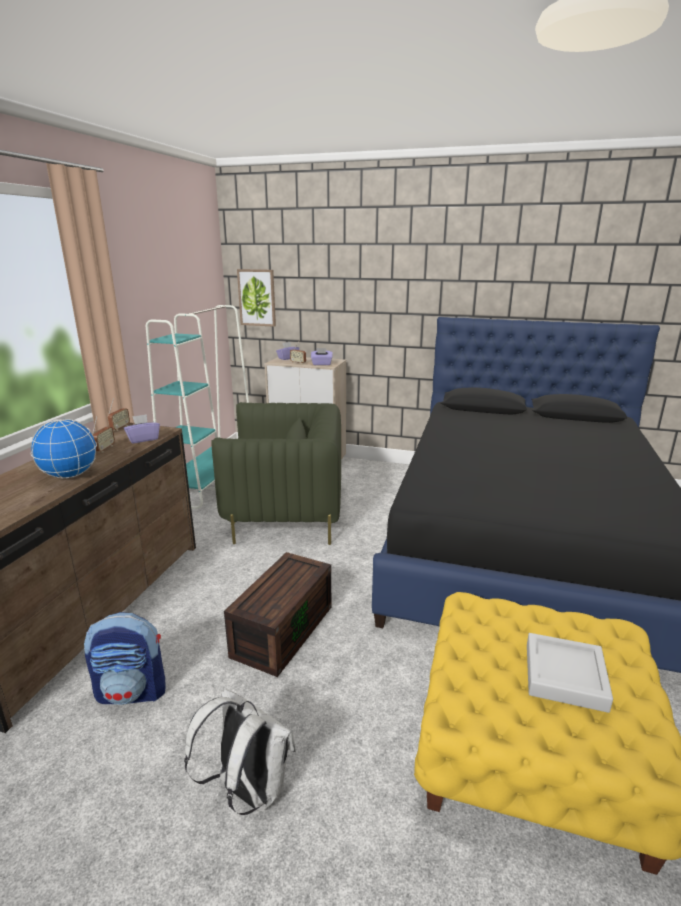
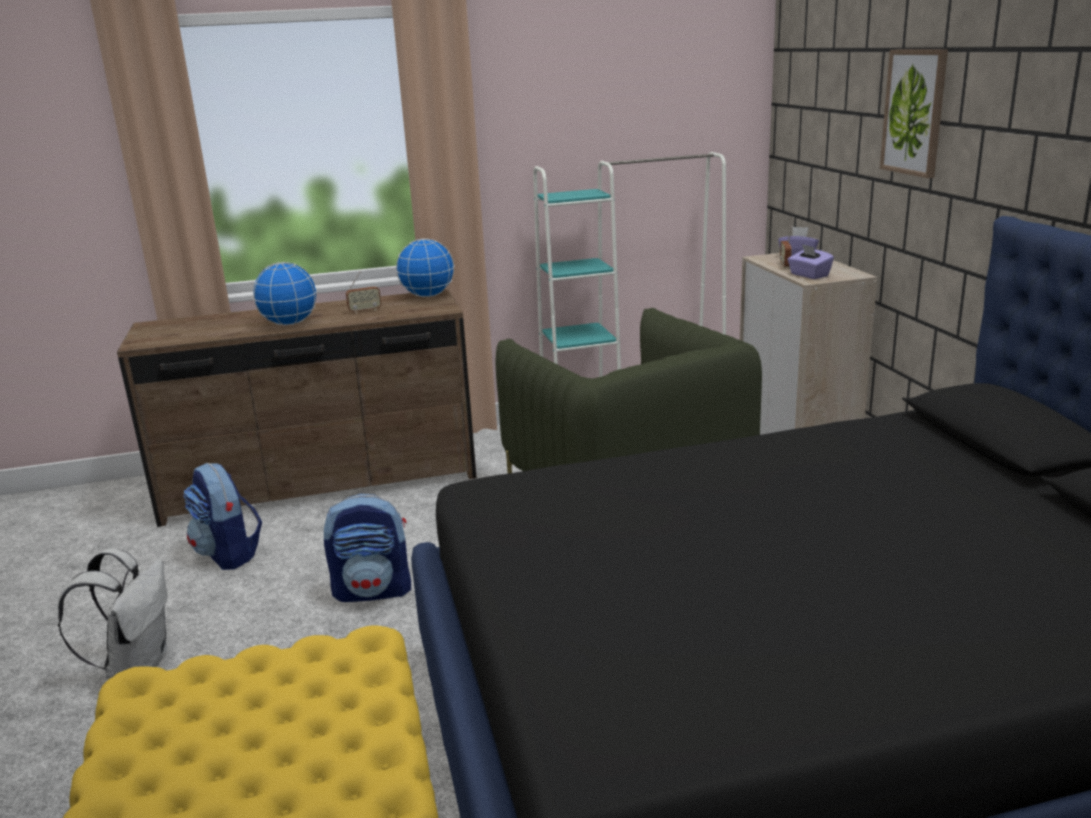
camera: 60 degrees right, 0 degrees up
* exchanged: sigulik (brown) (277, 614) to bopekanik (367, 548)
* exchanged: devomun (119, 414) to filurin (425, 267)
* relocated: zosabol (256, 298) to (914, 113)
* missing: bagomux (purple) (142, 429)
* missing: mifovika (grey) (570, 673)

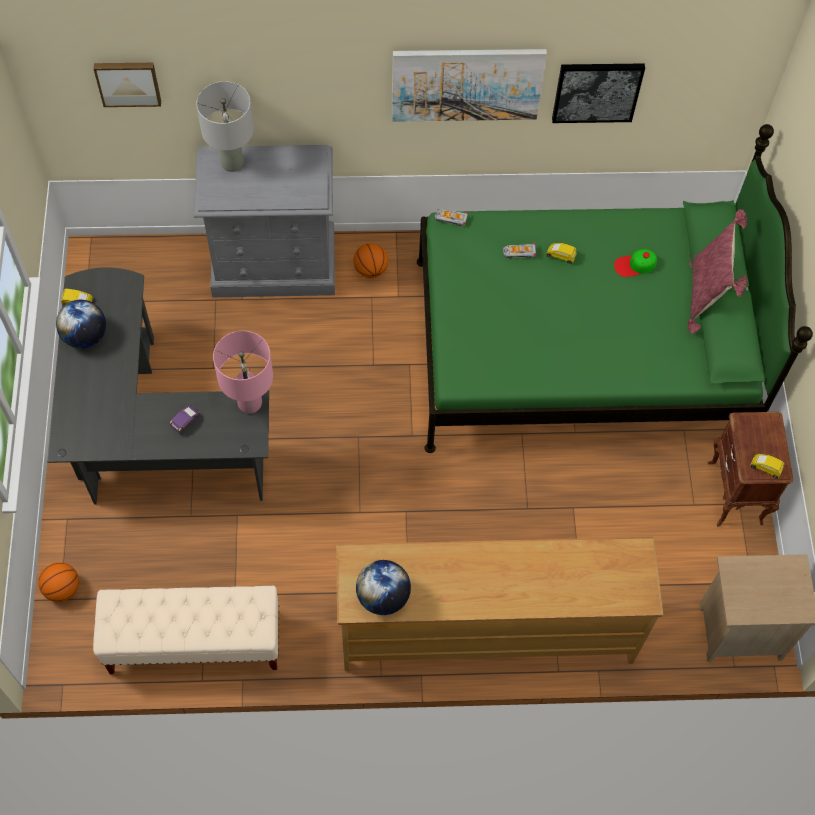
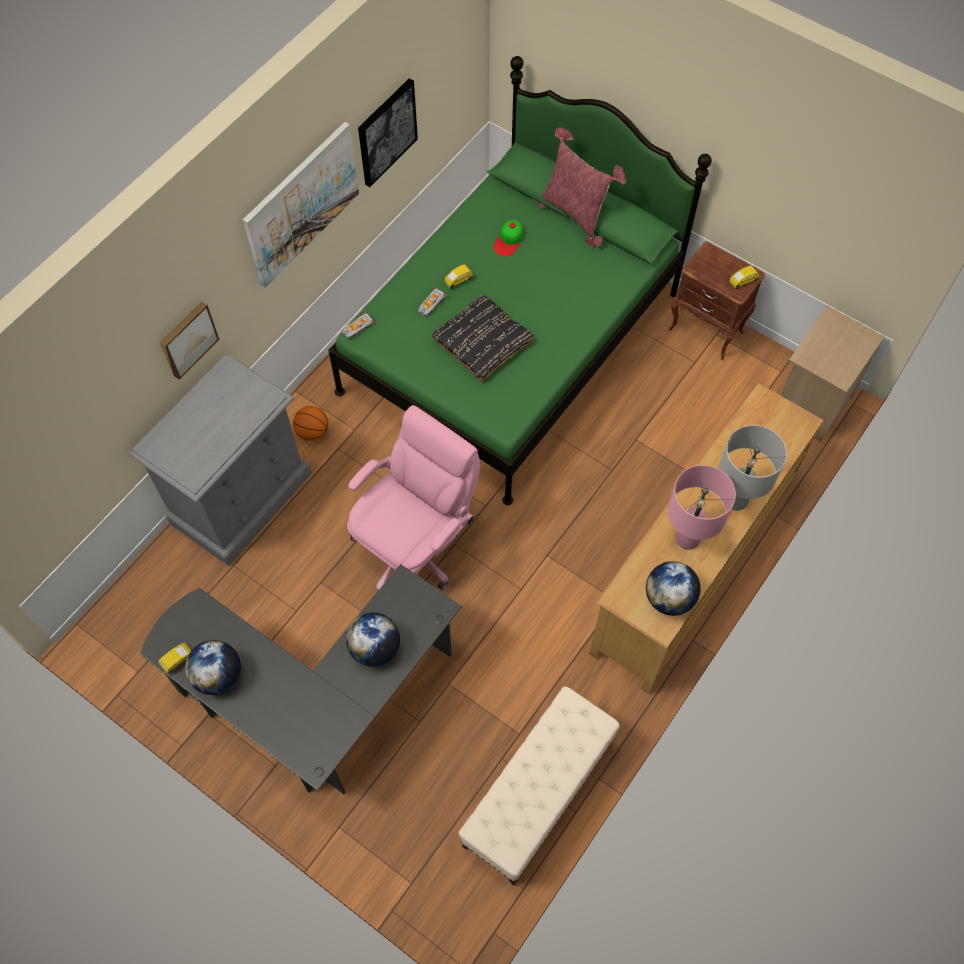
camera: 50 degrees left, 0 degrees up
* relocated: zosabol (127, 85) to (190, 340)
* exchanged: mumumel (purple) (184, 419) to filurin (373, 640)
* appeared: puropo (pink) (413, 498)
* appeared: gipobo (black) (483, 338)
* relocated: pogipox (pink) (243, 372) to (702, 507)
* relocated: pogipox (grey) (225, 126) to (752, 468)
* missing: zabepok (59, 582)

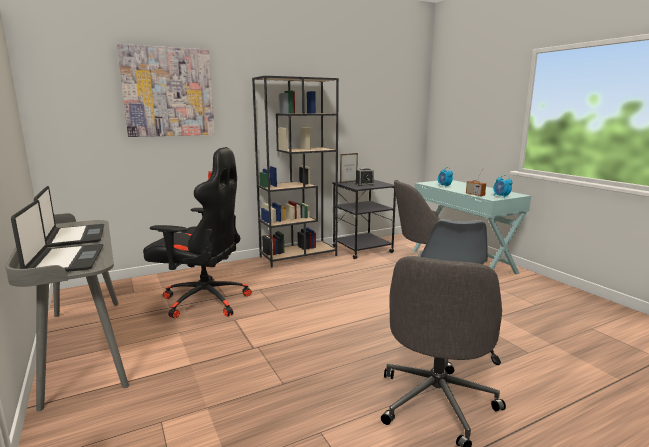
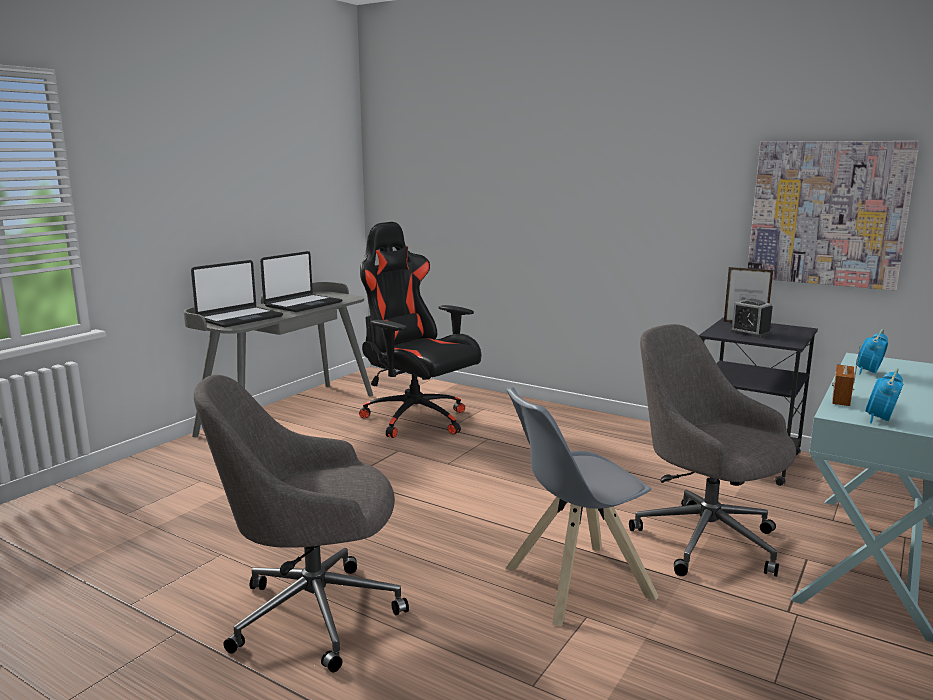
camera: 60 degrees right, 0 degrees up
* spun: puropo (black) (197, 232) = (420, 330) 150 degrees clockwise
* relocated: zosabol (166, 90) to (834, 215)
* missing: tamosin (295, 172)

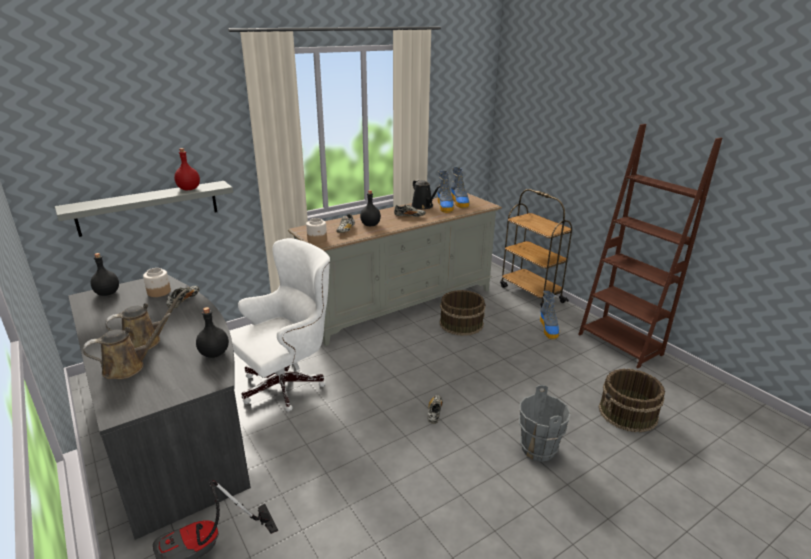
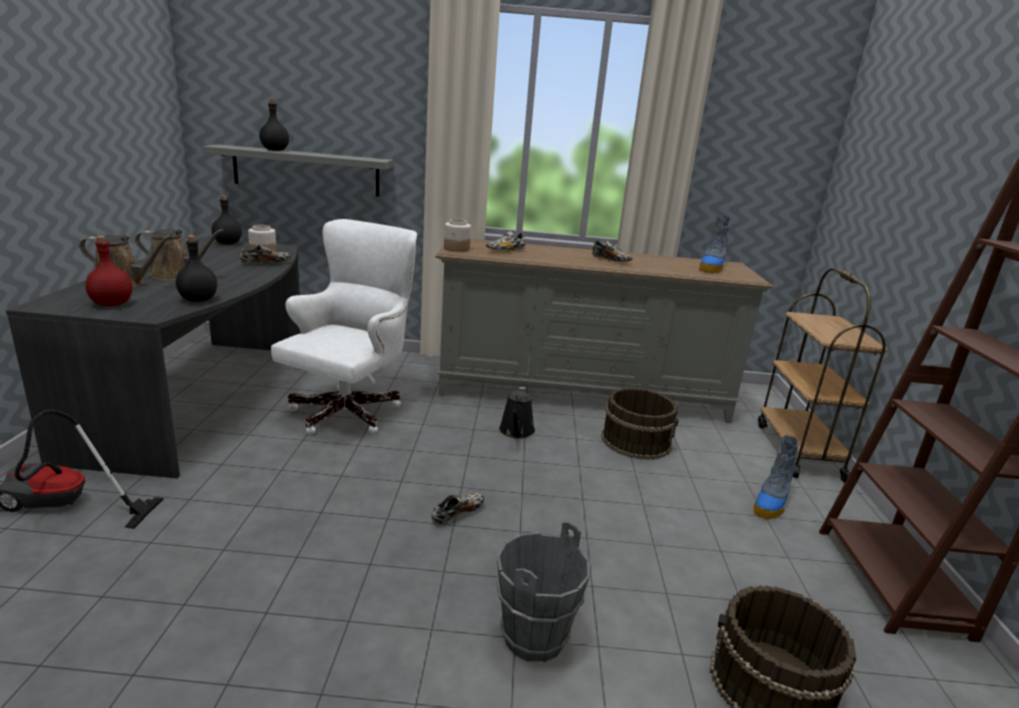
camera: 35 degrees right, 5 degrees down
* relocated: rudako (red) (187, 169) to (108, 271)
* relocated: rudako (black) (370, 208) to (274, 125)
* spun: puropo (white) (280, 325) = (344, 327) 60 degrees counterclockwise
* relocated: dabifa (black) (425, 194) to (517, 413)
* missing: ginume (445, 191)

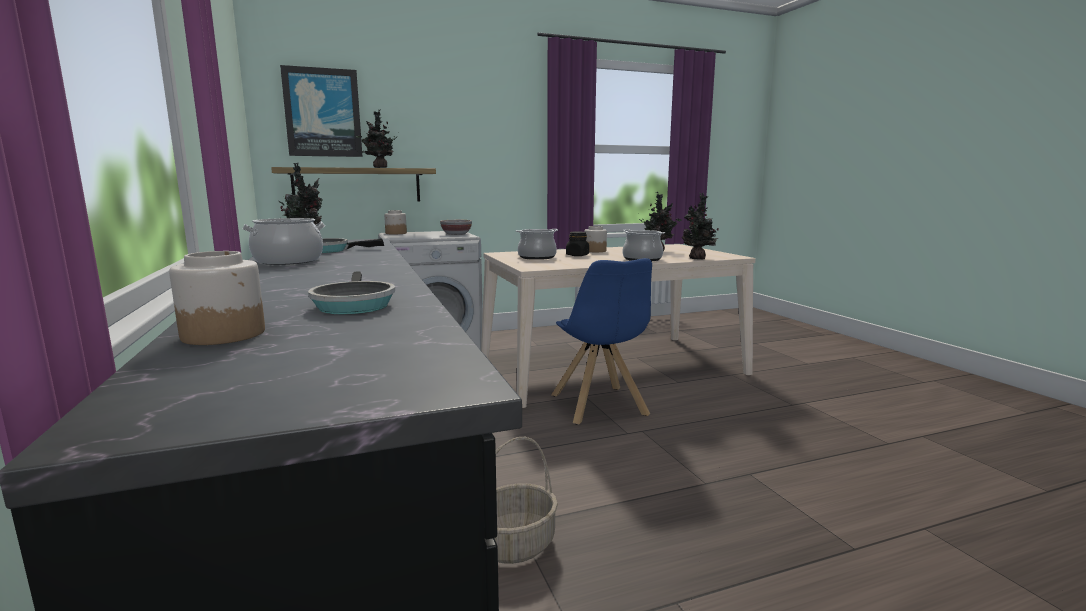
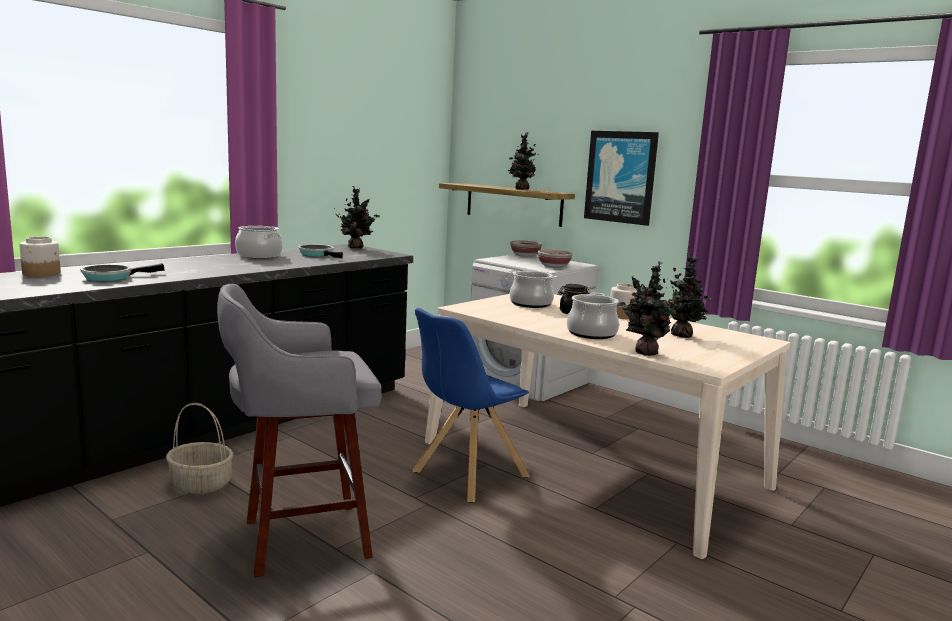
camera: 60 degrees right, 0 degrees up
* appeared: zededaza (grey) (299, 430)
* exchanged: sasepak (395, 222) to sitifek (526, 248)
* relocated: zosabol (321, 111) to (621, 178)

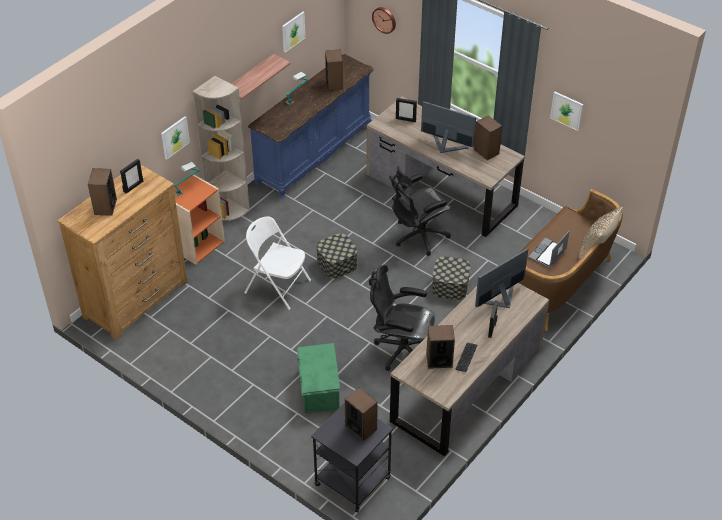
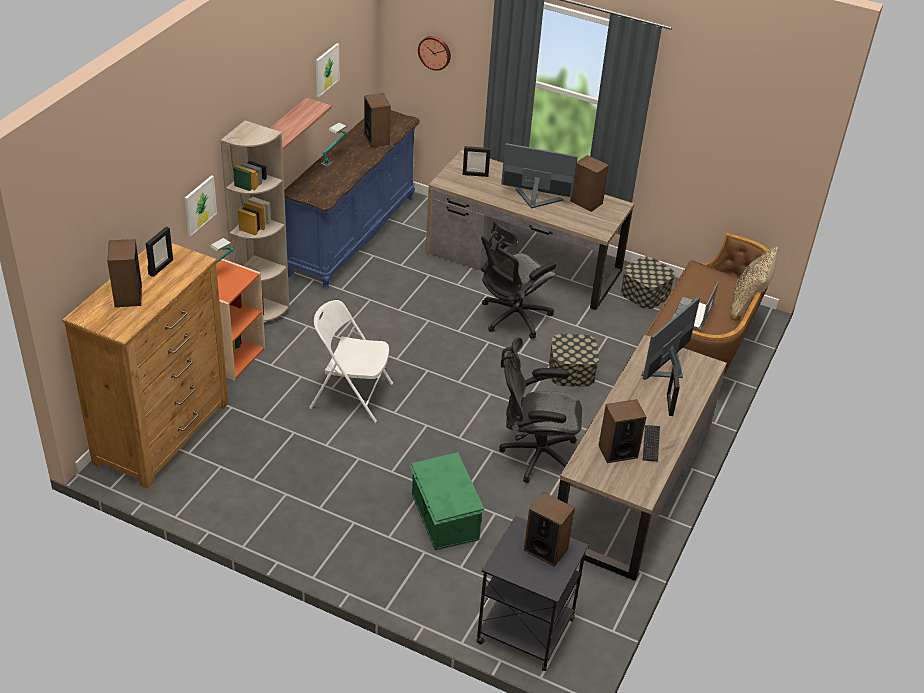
camera: 15 degrees left, 5 degrees down
* relocated: sigulik (337, 256) to (648, 282)
* missing: zosabol (567, 111)

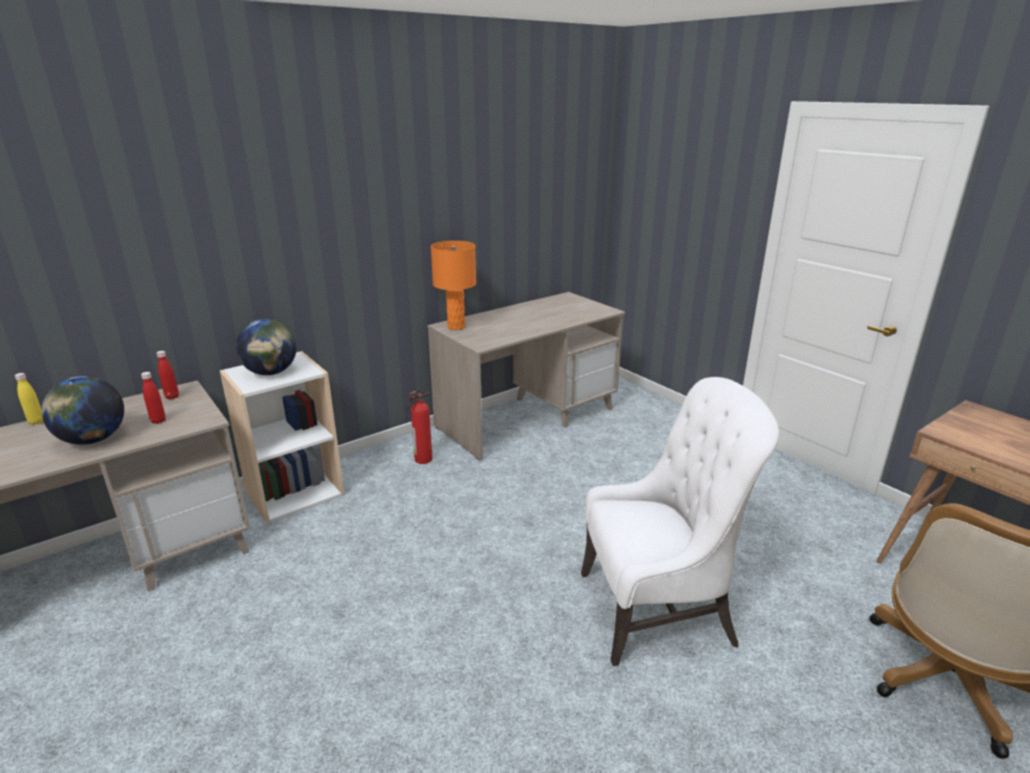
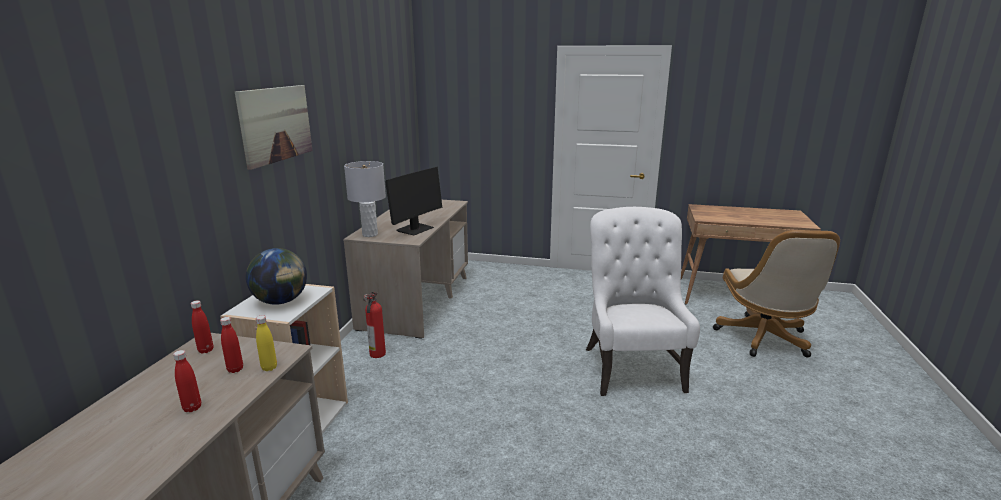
camera: 40 degrees left, 5 degrees down
* exchanged: filurin (82, 410) to rudako (red) (187, 381)
* appeared: zosabol (274, 127)
* relocated: rudako (yellow) (28, 399) to (266, 343)
* colour: pogipox (orange) (453, 285) to pogipox (grey) (365, 199)
* appeared: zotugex (413, 201)
* spun: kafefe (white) (680, 521) = (643, 301) 45 degrees counterclockwise

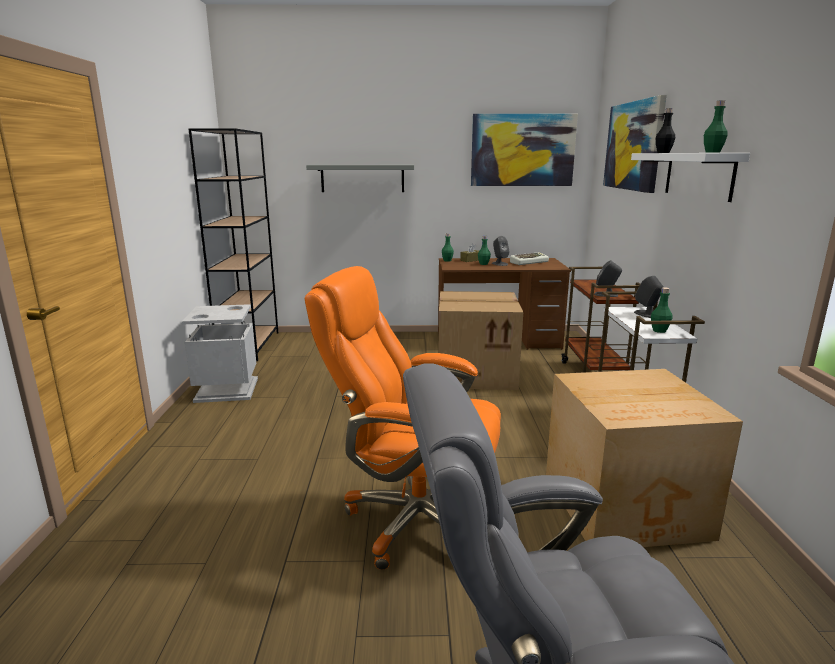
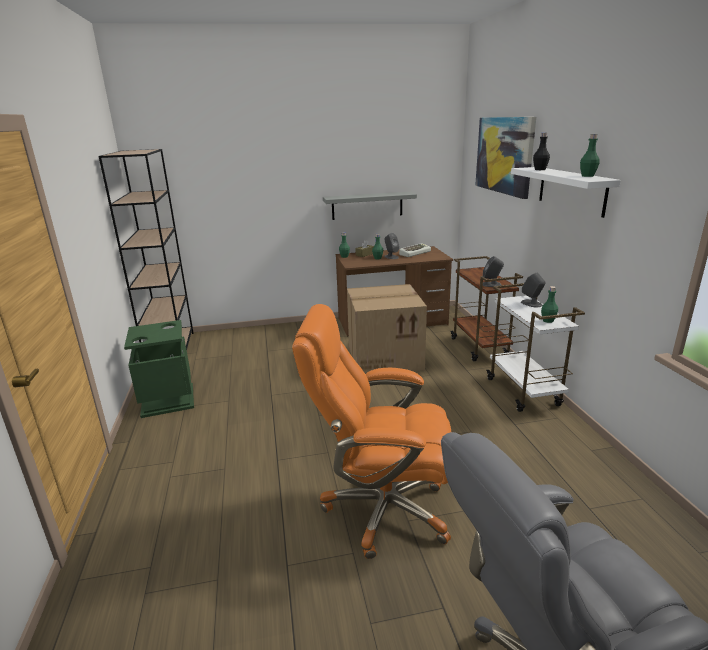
camera: 10 degrees left, 5 degrees up
* colour: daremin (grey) (220, 353) to daremin (green) (159, 369)
* relocated: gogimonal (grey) (360, 178) to (370, 206)
* missing: zosabol (524, 150)
* missing: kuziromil (644, 458)

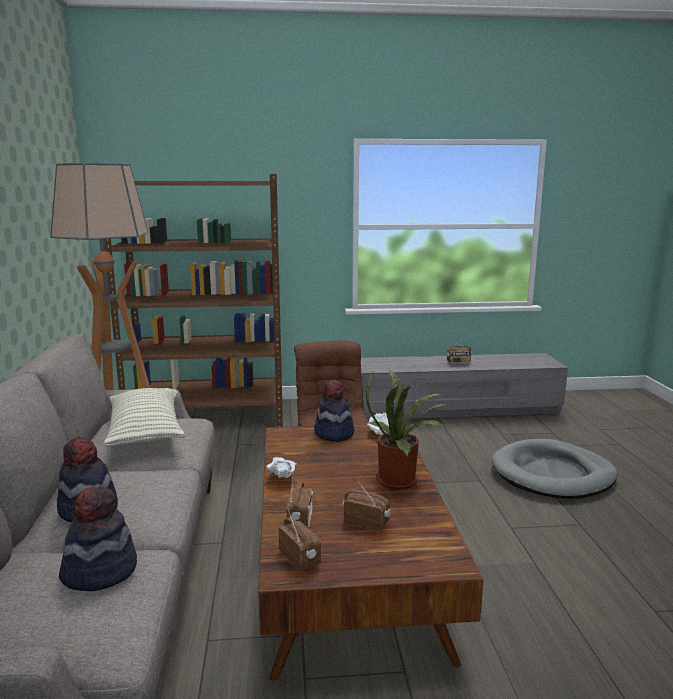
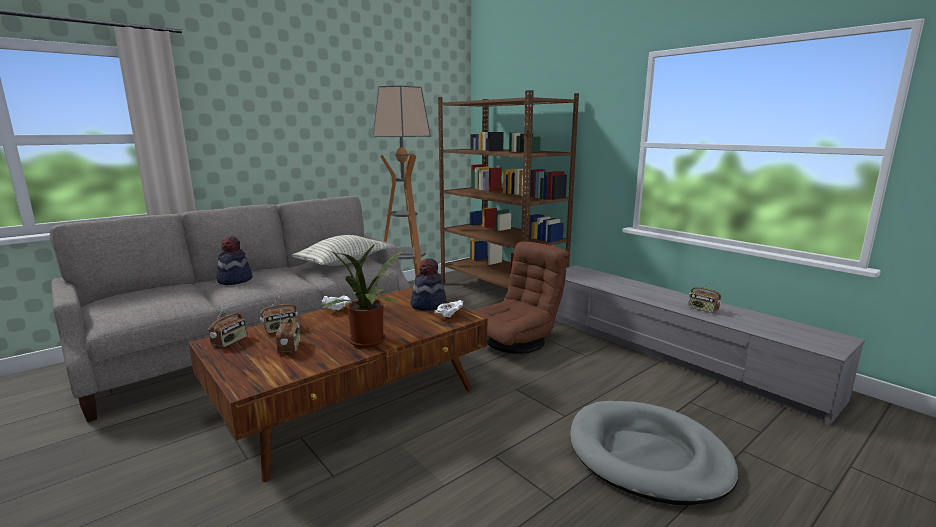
camera: 55 degrees right, 0 degrees up
* missing: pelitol (98, 538)

